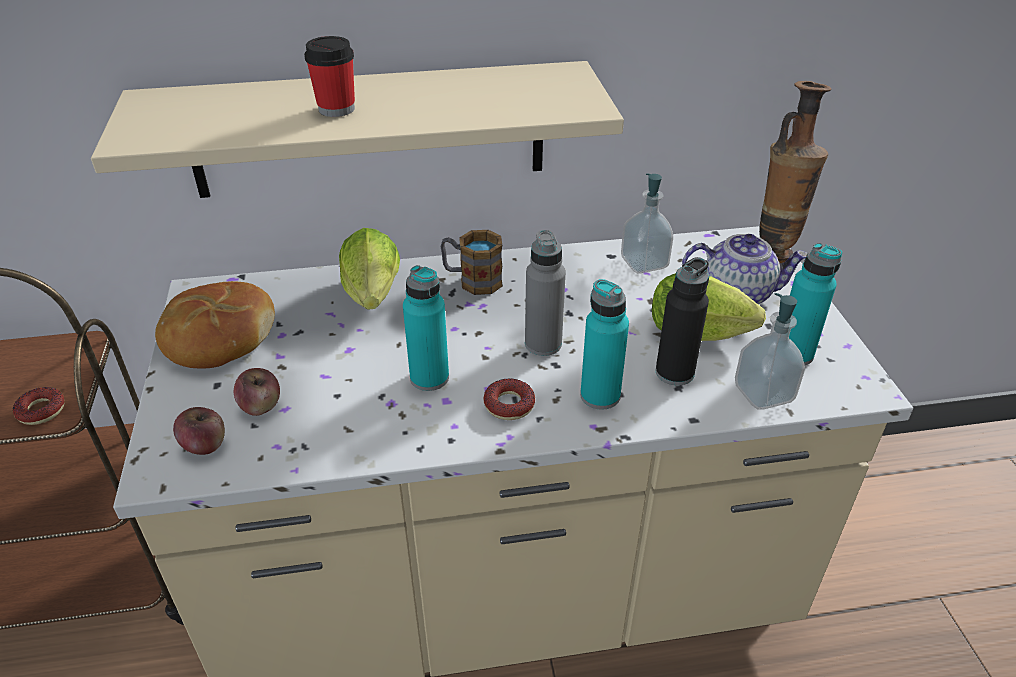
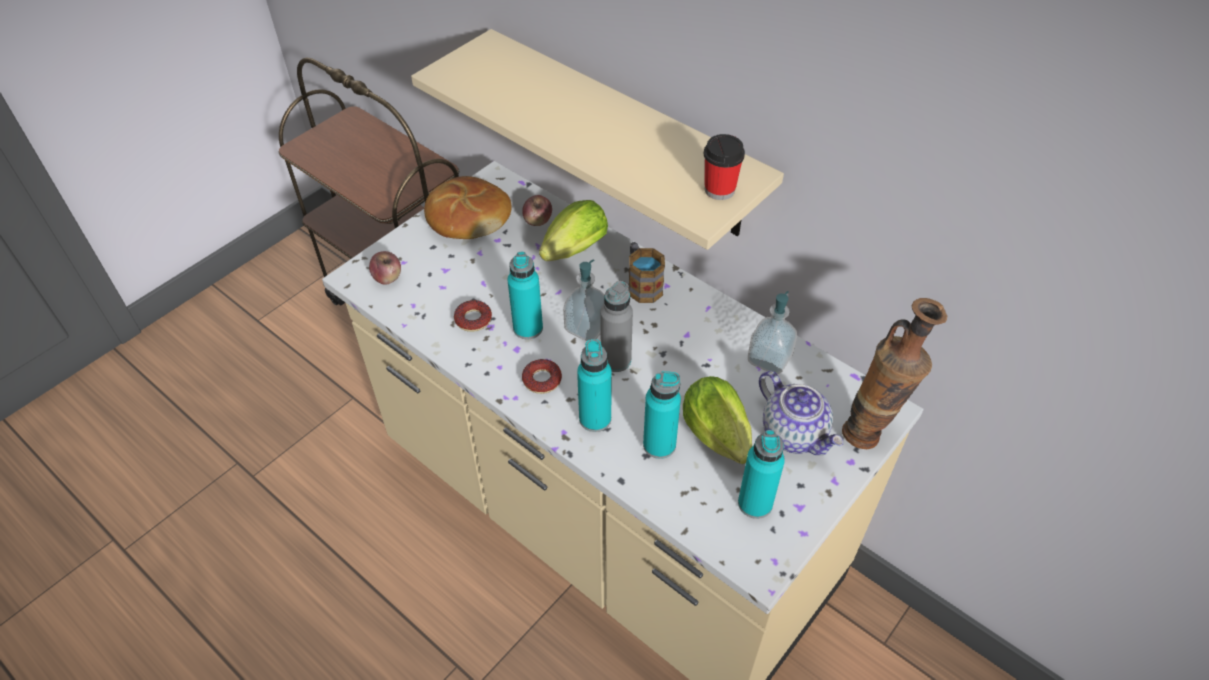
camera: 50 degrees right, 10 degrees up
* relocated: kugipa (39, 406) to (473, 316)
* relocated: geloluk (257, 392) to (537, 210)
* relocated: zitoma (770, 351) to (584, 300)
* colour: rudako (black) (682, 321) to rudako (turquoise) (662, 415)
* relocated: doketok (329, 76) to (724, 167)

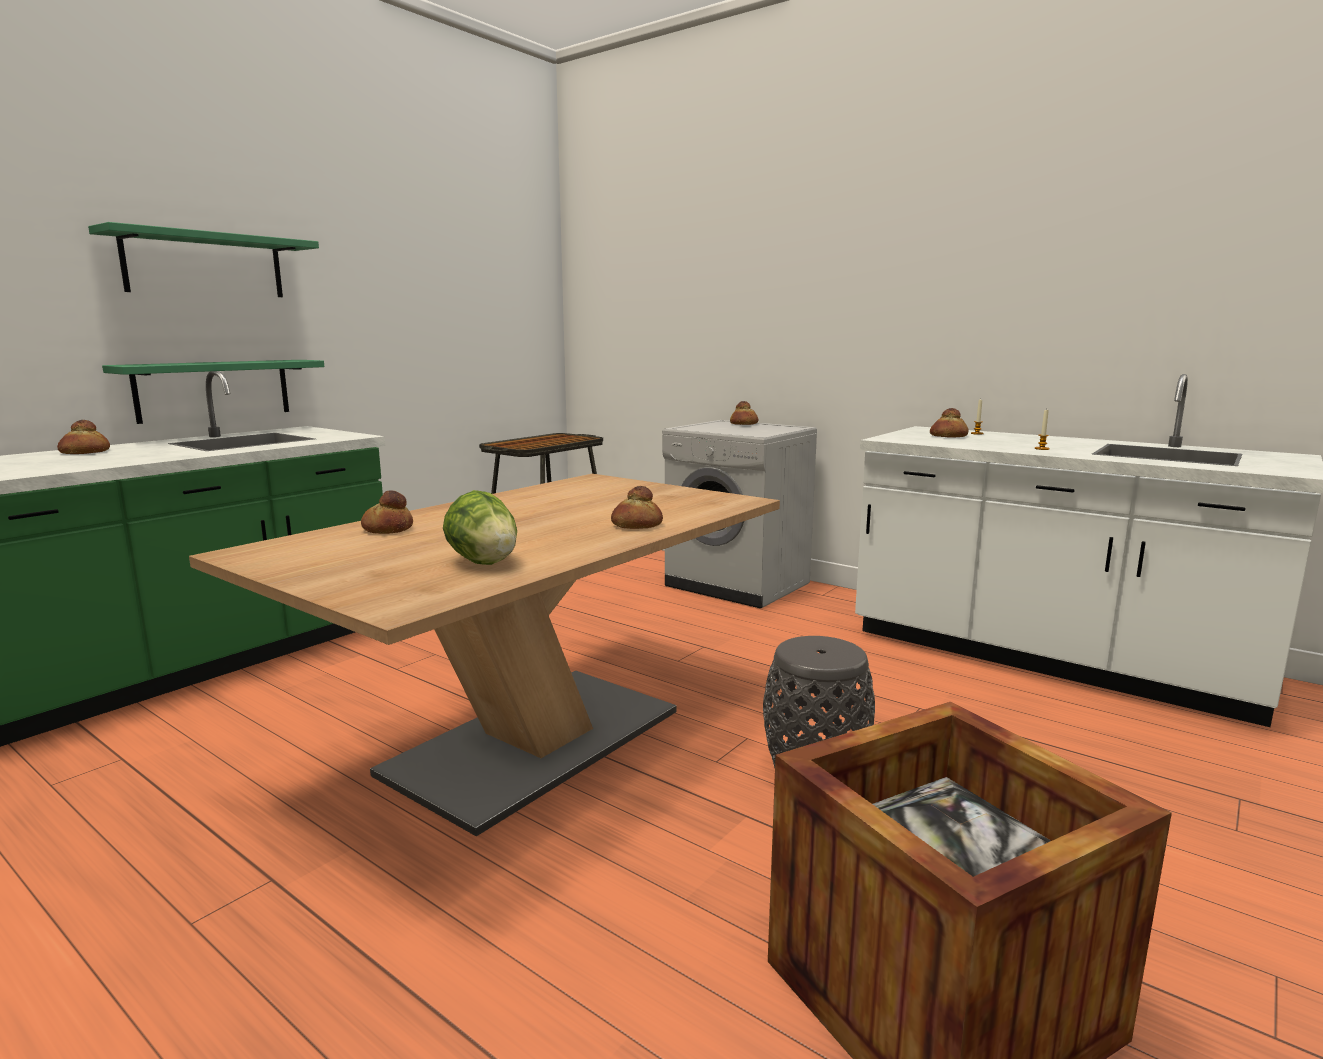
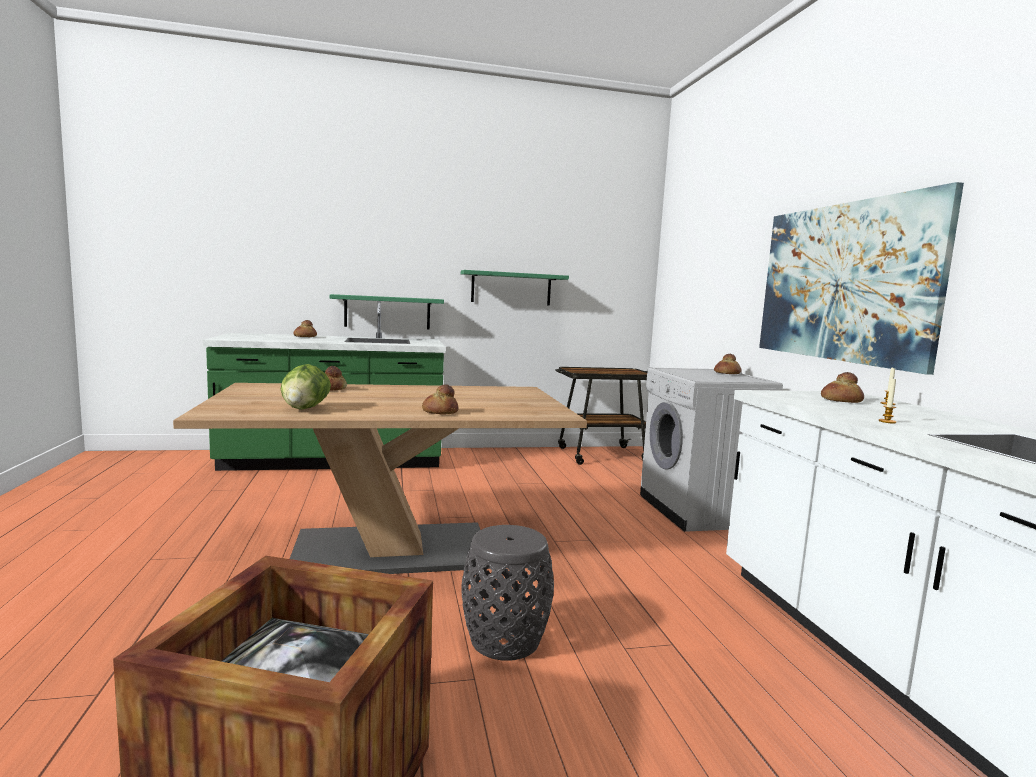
camera: 40 degrees right, 5 degrees down
* relocated: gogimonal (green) (203, 259) to (515, 287)
* appeared: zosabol (861, 278)

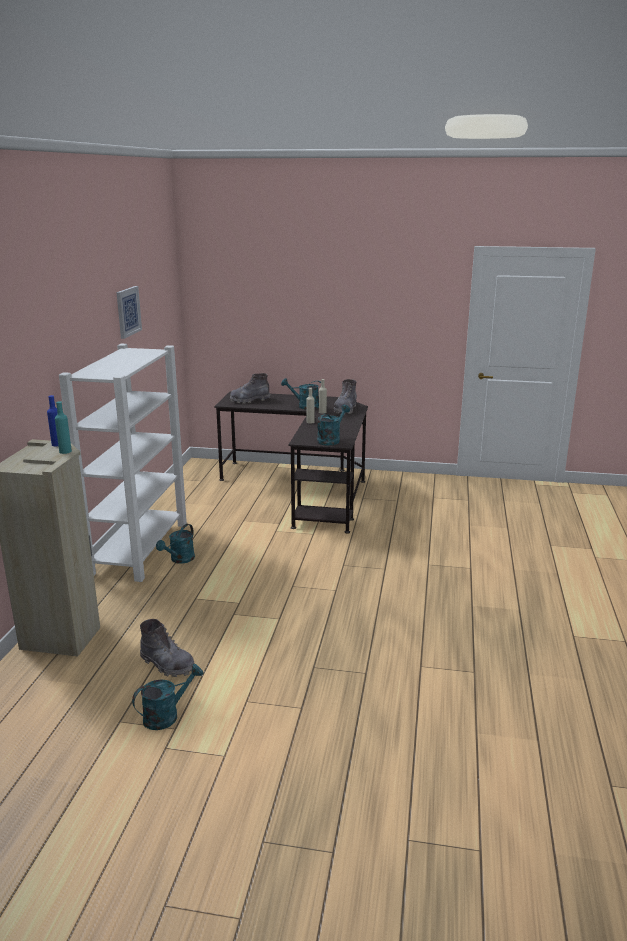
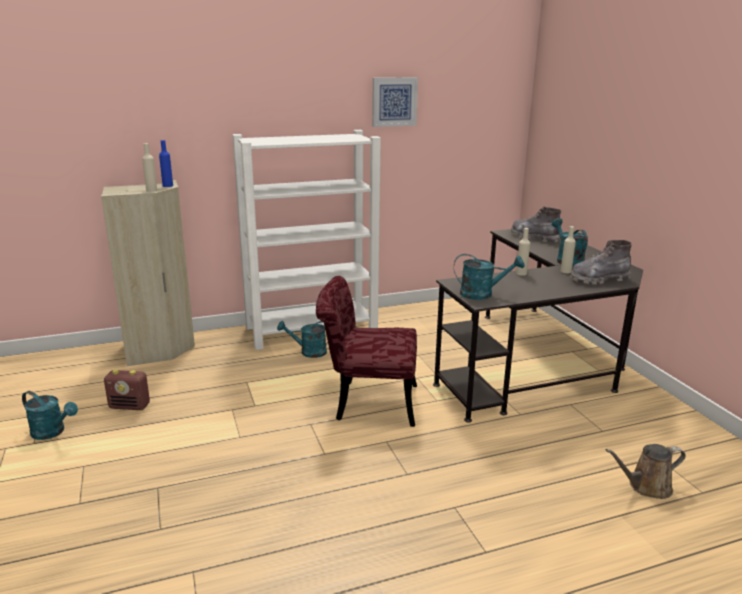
camera: 60 degrees right, 0 degrees up
* exchanged: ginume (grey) (167, 648) to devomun (127, 389)
* colour: rudako (turquoise) (63, 427) to rudako (beige) (149, 167)
* appeared: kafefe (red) (366, 351)
* appeared: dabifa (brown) (646, 471)

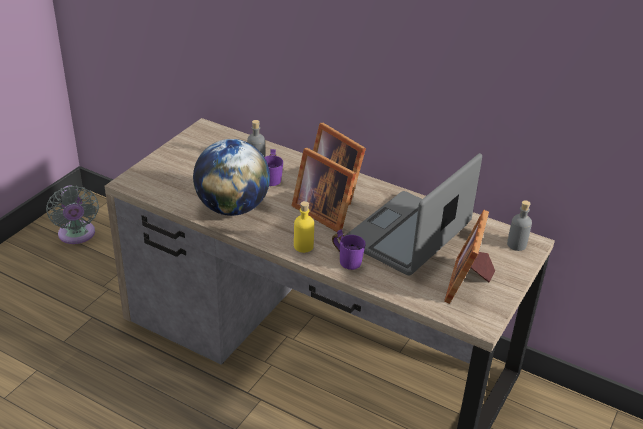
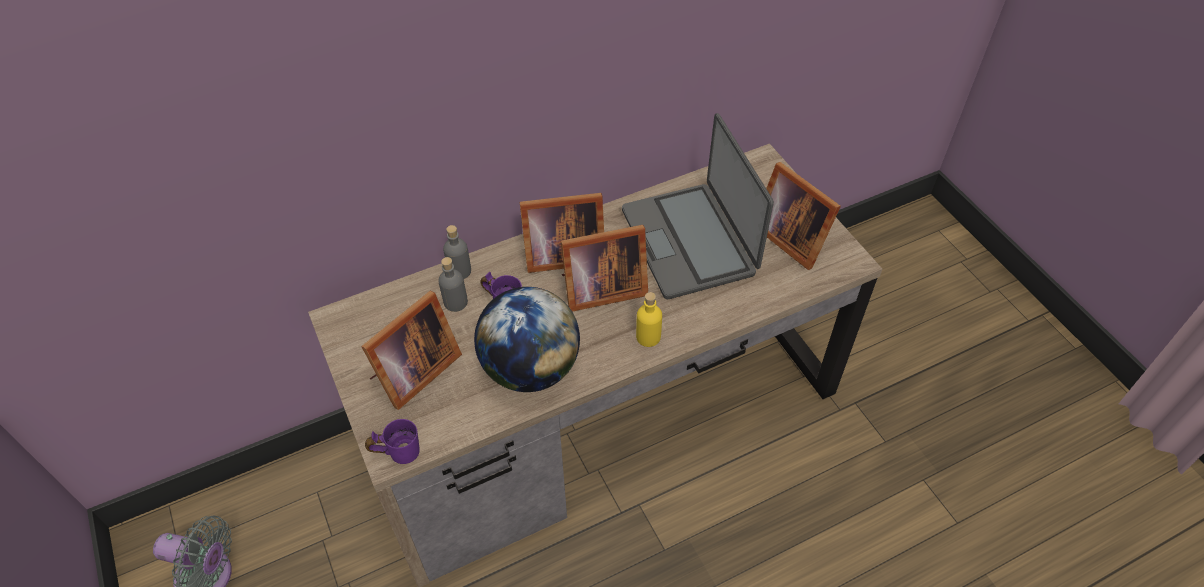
camera: 55 degrees left, 15 degrees up
* appeared: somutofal (411, 350)
* relocated: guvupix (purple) (349, 249) to (392, 441)
* relocated: rudako (grey) (519, 225) to (457, 252)

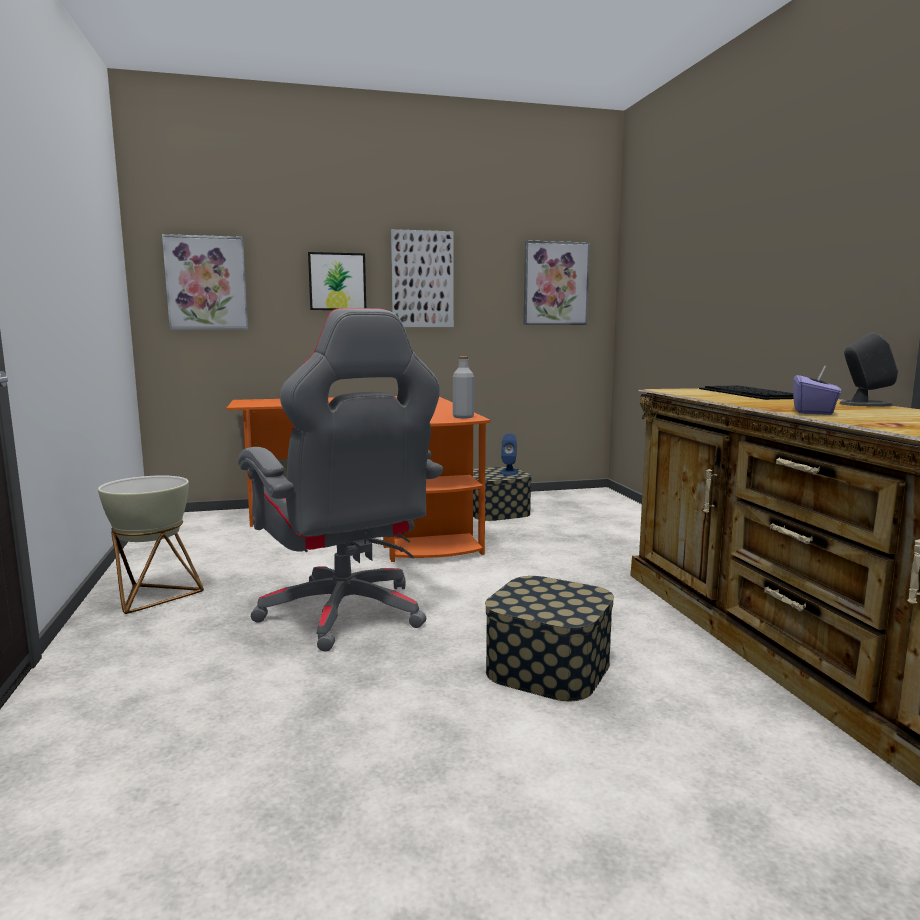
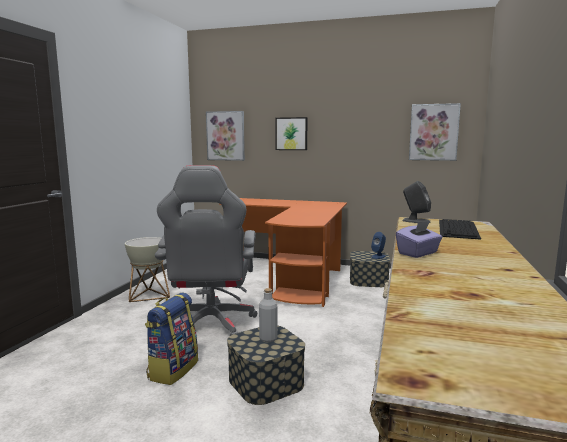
camera: 30 degrees right, 0 degrees up
* appeared: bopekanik (171, 339)
* relocated: rudako (grey) (463, 387) to (268, 315)
* relocated: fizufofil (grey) (868, 369) to (416, 202)
* missing: zosabol (422, 278)

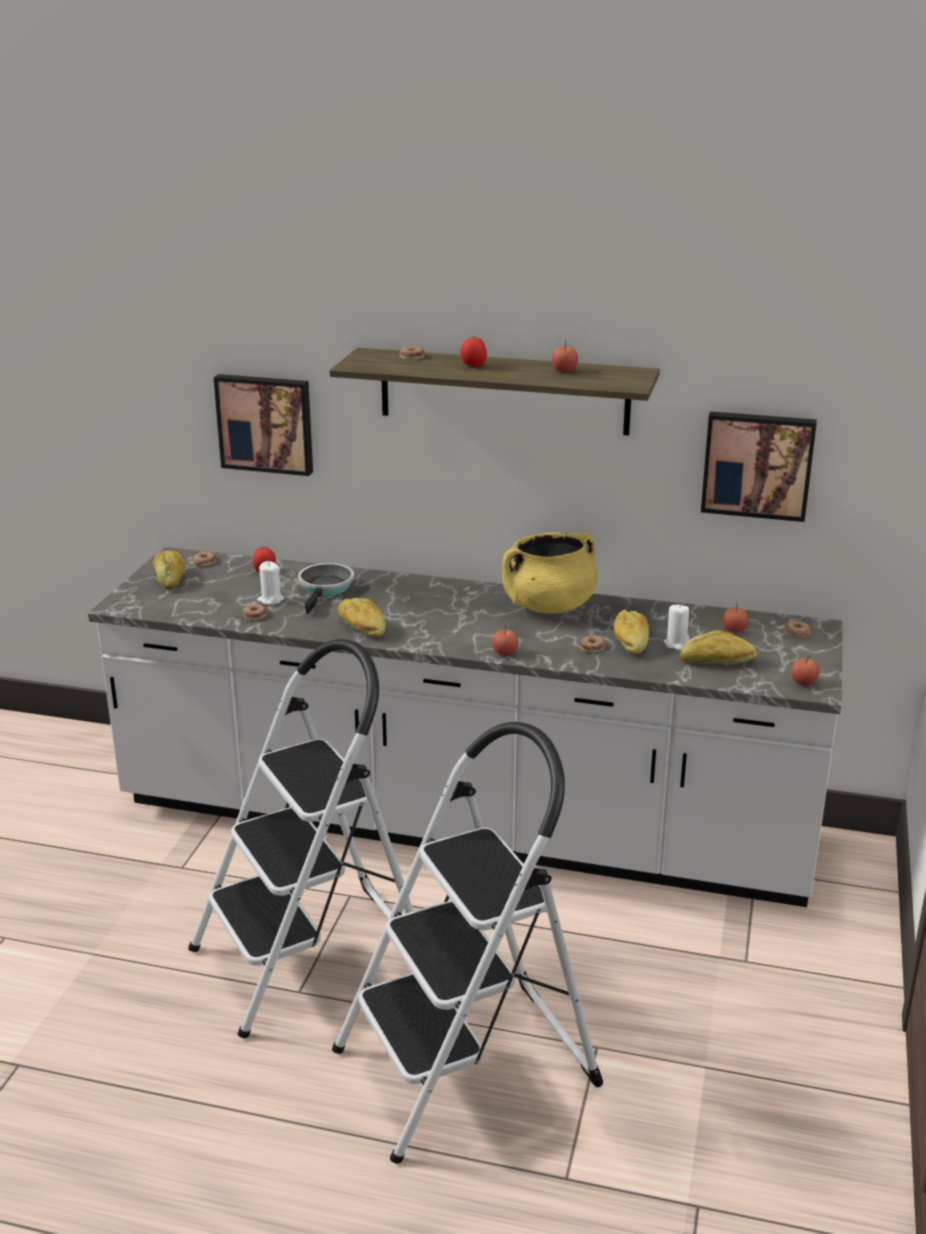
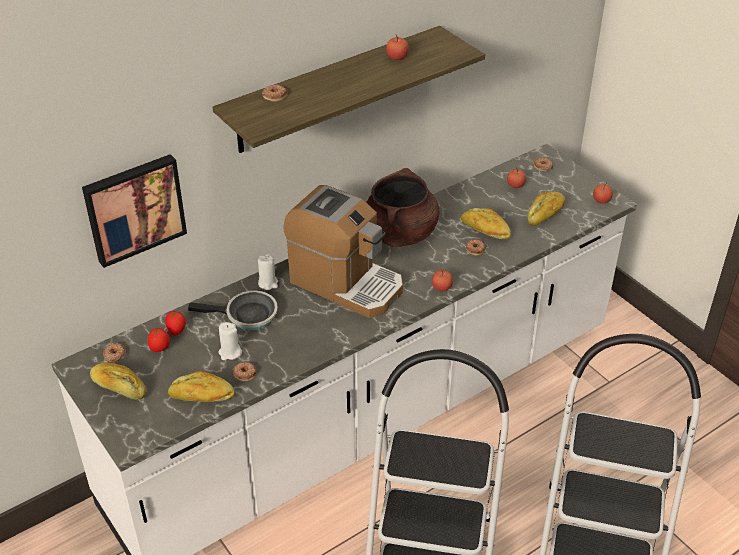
camera: 50 degrees left, 15 degrees up
* relocated: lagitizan (473, 351) to (159, 340)
* relocated: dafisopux (361, 617) to (201, 386)
* spun: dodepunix (326, 588) = (233, 310) 135 degrees clockwise
* relocated: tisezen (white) (677, 627) to (268, 272)
* appeared: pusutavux (343, 251)
* colour: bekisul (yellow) (550, 573) to bekisul (brown) (402, 207)
* missing: zosabol (759, 466)

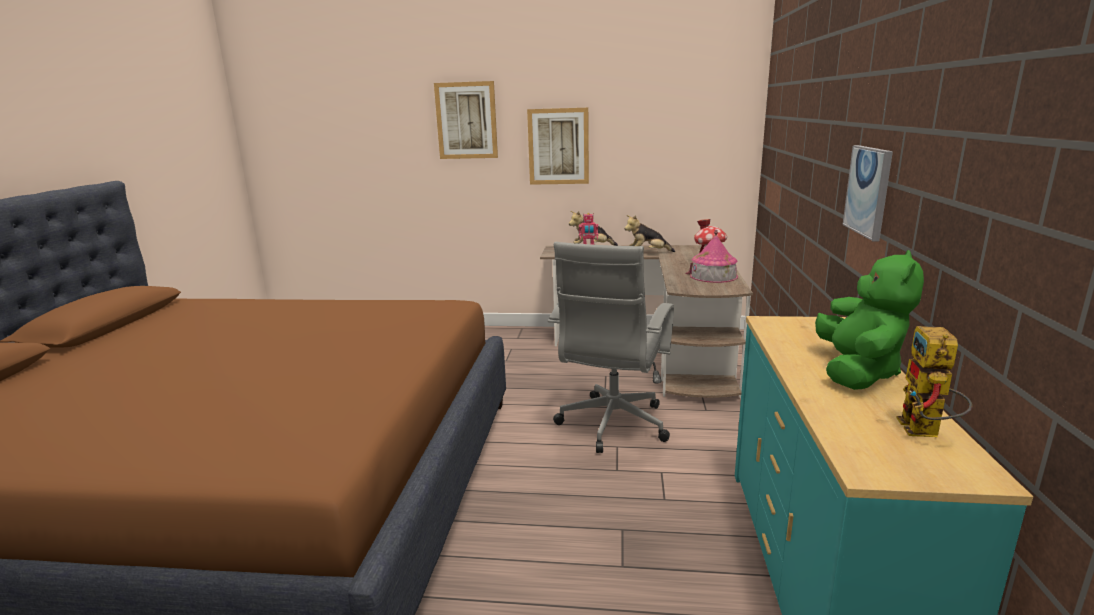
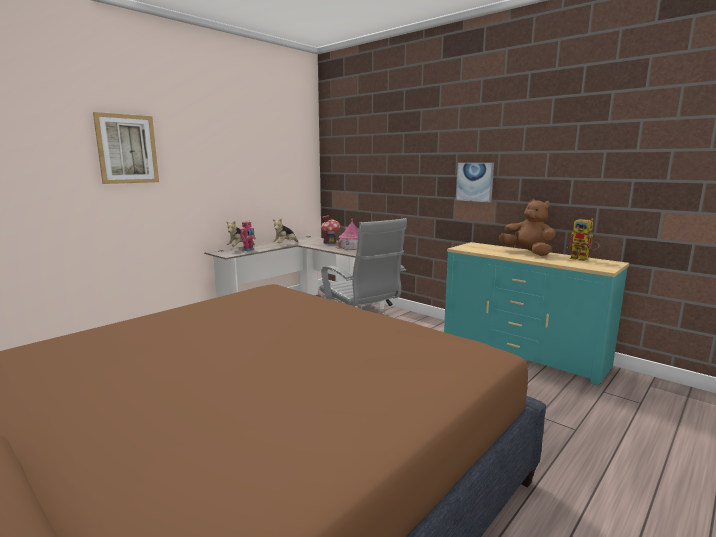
camera: 55 degrees left, 5 degrees down
* colour: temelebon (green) (869, 320) to temelebon (brown) (527, 227)
* missing: zosabol (558, 146)

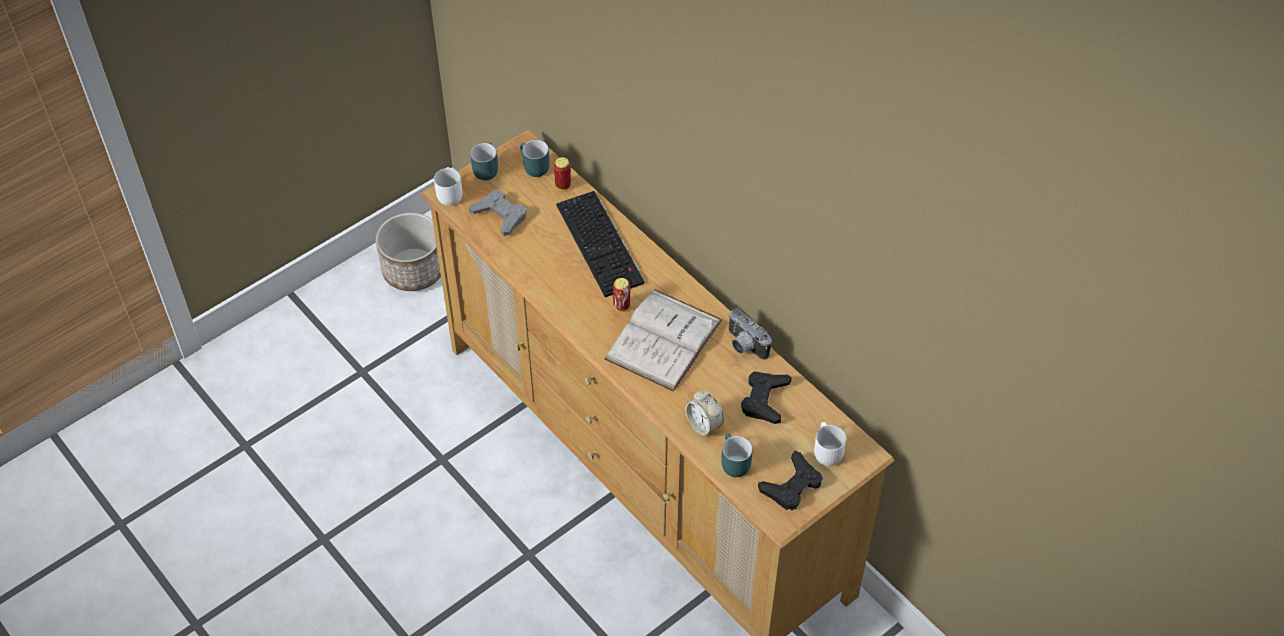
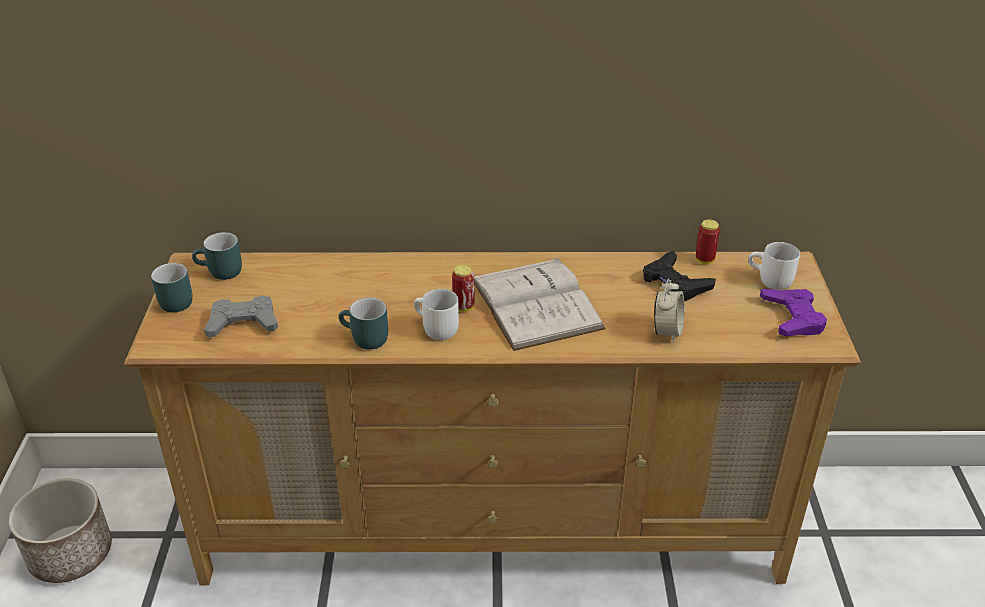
camera: 50 degrees left, 15 degrees down
* relocated: guvupix (turquoise) (737, 455) to (363, 324)
* relocated: guvupix (white) (448, 186) to (436, 314)
* spun: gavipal (704, 413) = (669, 310) 75 degrees counterclockwise
* relocated: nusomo (562, 174) to (708, 241)
* colour: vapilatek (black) (790, 480) to vapilatek (purple) (793, 312)
* missing: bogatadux (600, 244)
* missing: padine (750, 334)

